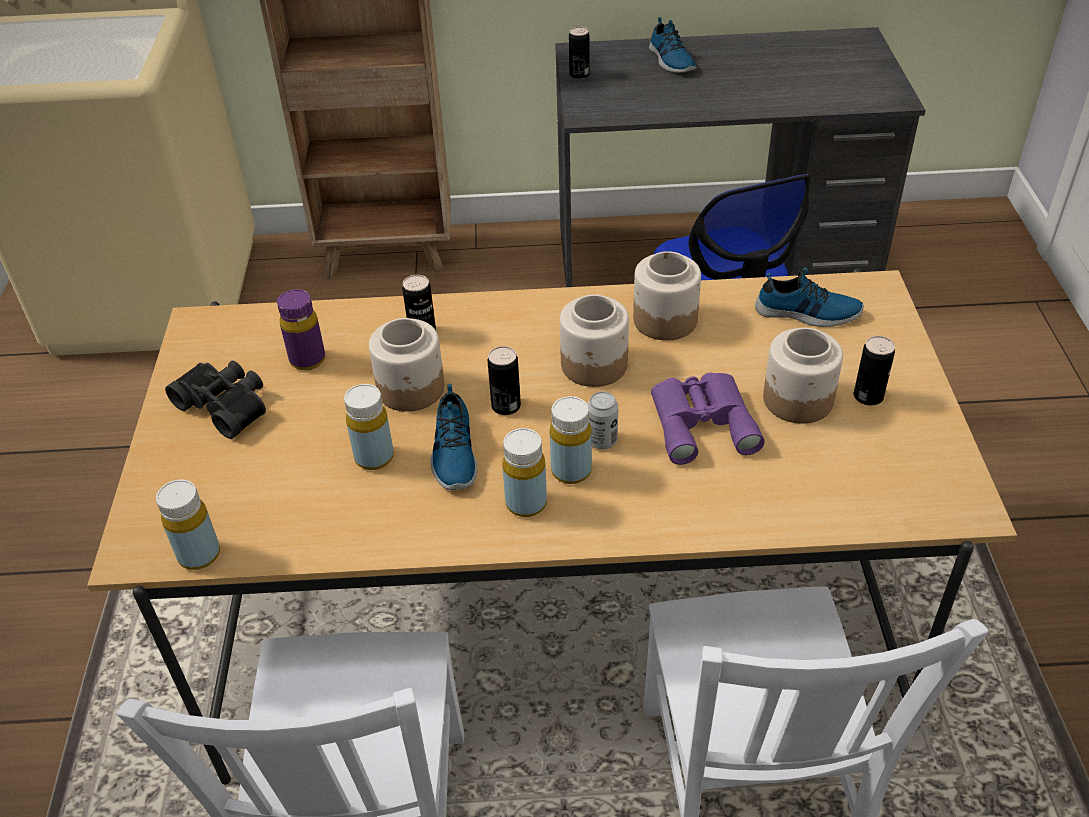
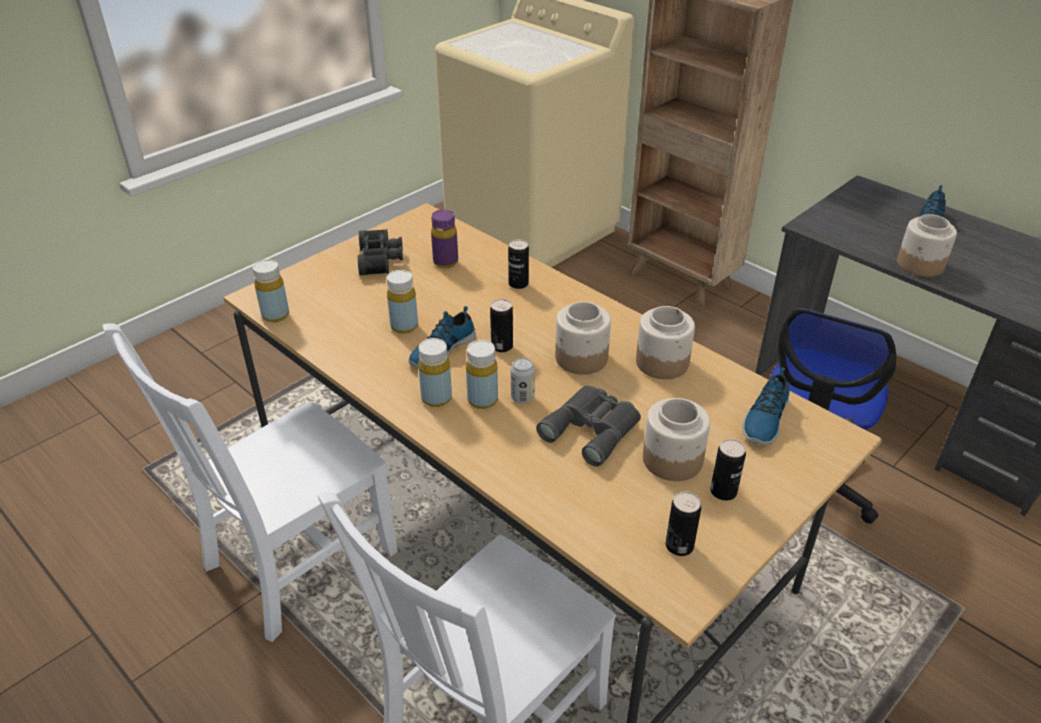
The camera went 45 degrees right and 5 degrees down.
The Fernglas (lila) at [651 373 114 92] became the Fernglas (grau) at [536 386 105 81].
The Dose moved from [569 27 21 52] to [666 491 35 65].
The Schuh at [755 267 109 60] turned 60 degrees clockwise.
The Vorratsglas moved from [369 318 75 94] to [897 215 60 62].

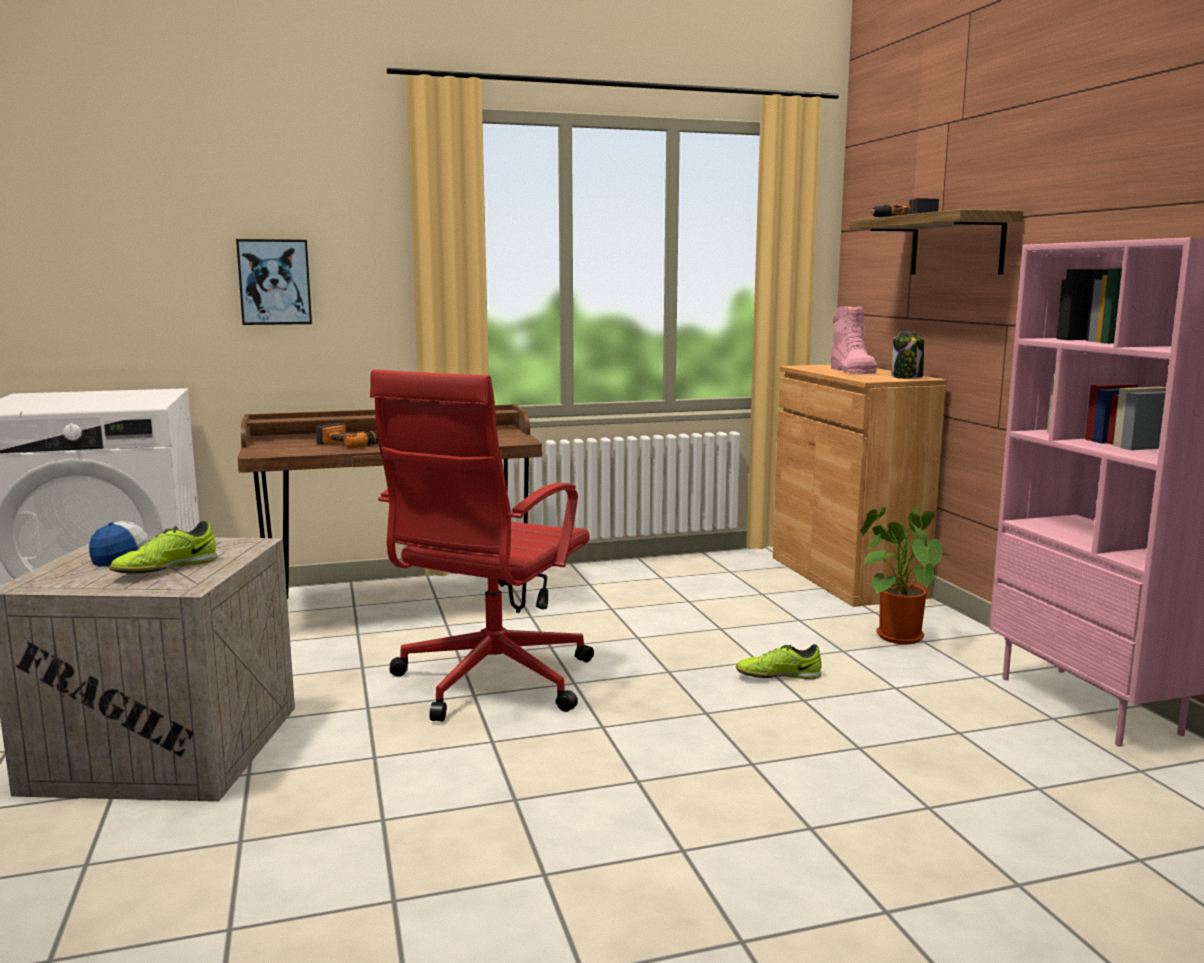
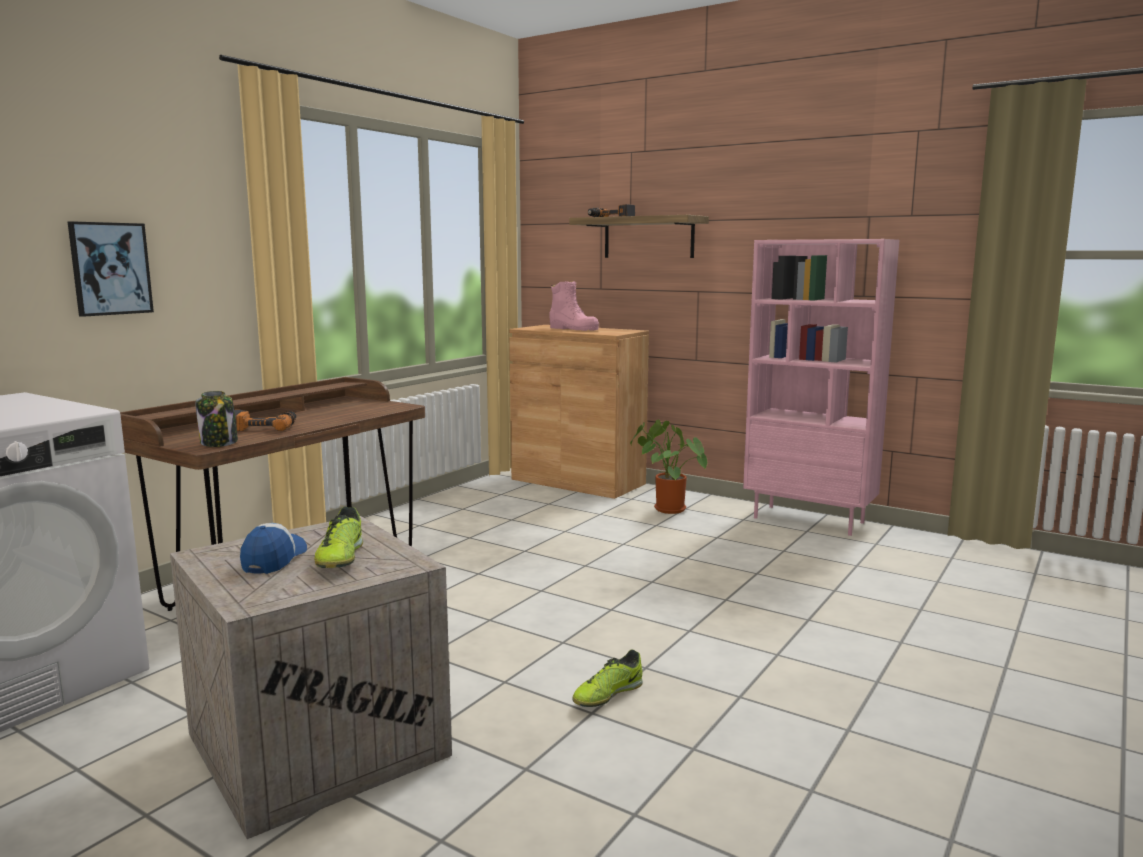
The camera went 40 degrees left and 0 degrees up.
The Vorratsglas moved from [892 331 32 48] to [196 391 42 56].
The Schuh moved from [736 644 86 36] to [572 650 71 57].
The Bürostuhl (rot) at [370 370 224 352] disappeared.

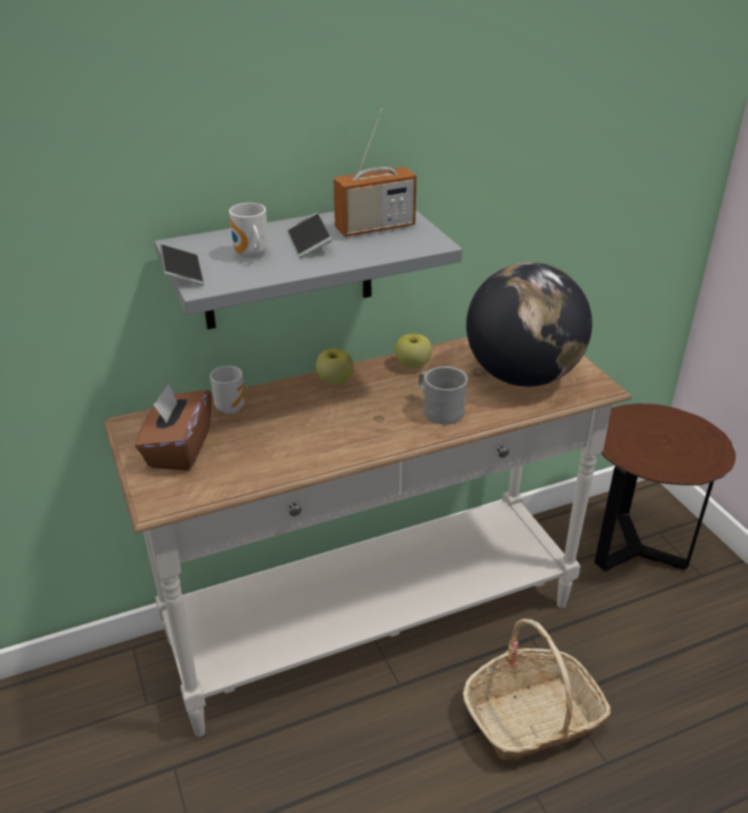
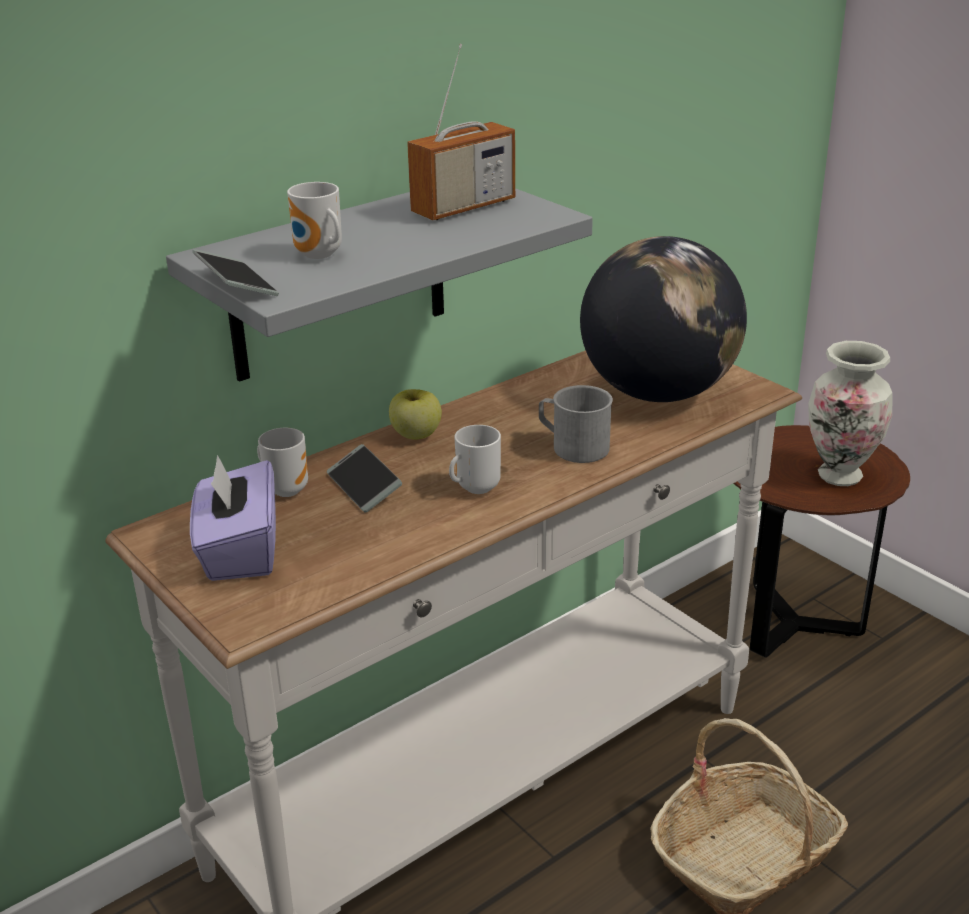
The camera went 15 degrees left and 5 degrees down.
The Taschentuchbox (braun) at [135 383 76 88] became the Taschentuchbox (lila) at [190 455 86 126].
The Handy moved from [287 212 45 46] to [327 444 75 69].
The Henkelbecher at [449 425 52 69] appeared.
The Vase at [808 341 84 145] appeared.
The Apfel at [395 334 37 35] disappeared.

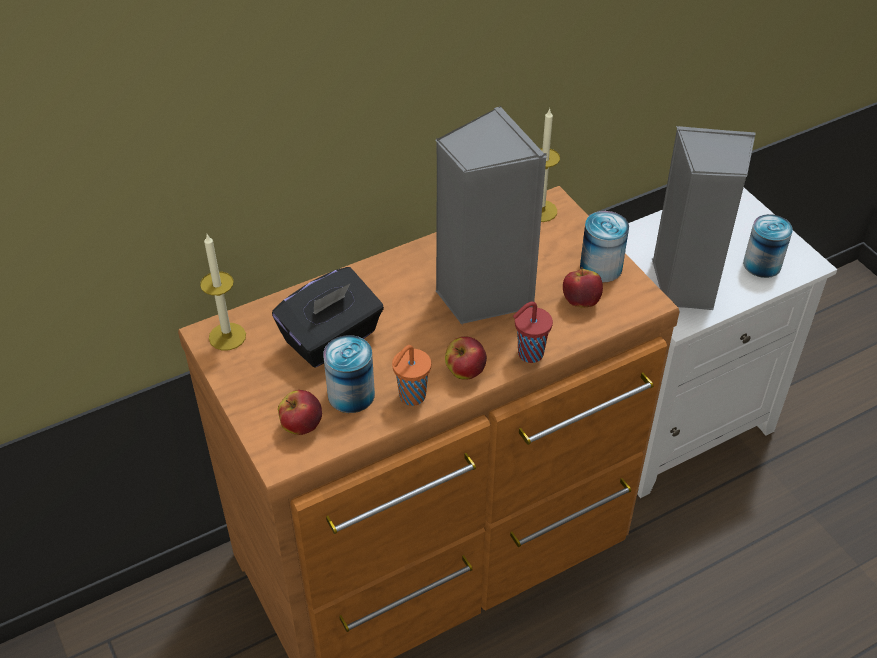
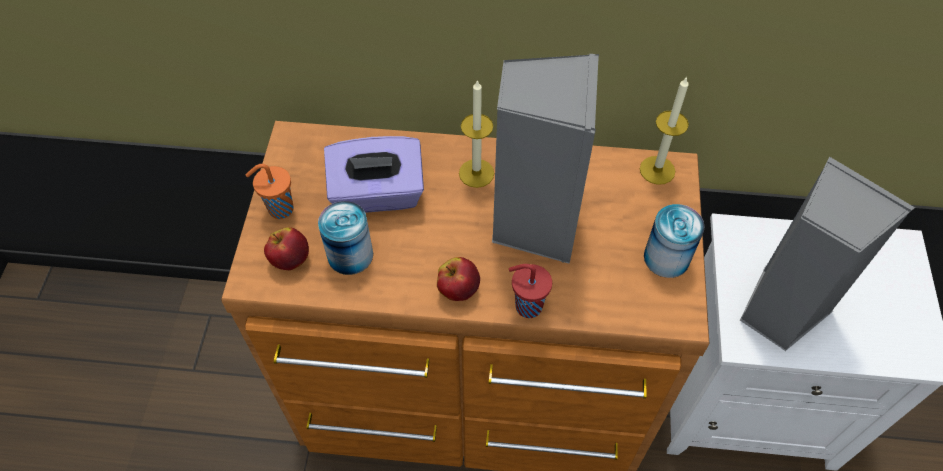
The camera went 35 degrees right and 10 degrees up.
The Tasse (orange) moved from [392 345 39 61] to [246 164 48 55].
The Taschentuchbox (schwarz) at [272 267 112 100] became the Taschentuchbox (lila) at [324 136 100 77].
The Kerze moved from [200 234 46 116] to [459 80 35 108].
The Apfel at [563 267 40 41] disappeared.
The Dose at [743 214 50 64] disappeared.

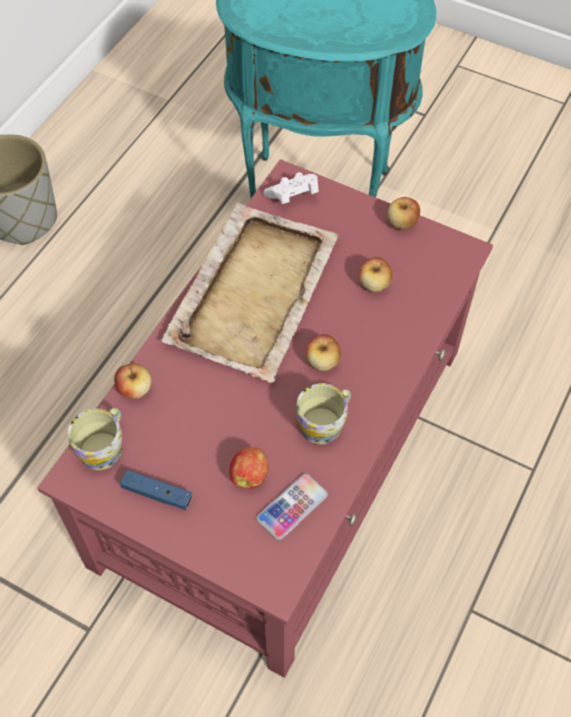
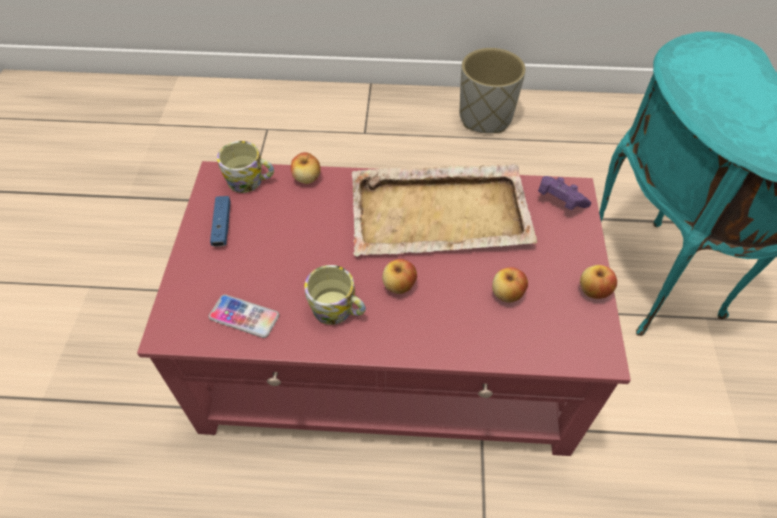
The camera went 65 degrees right and 5 degrees down.
The Gamepad (weiß) at [263 172 56 32] became the Gamepad (lila) at [538 176 53 34].
The Apfel at [229 447 39 42] disappeared.

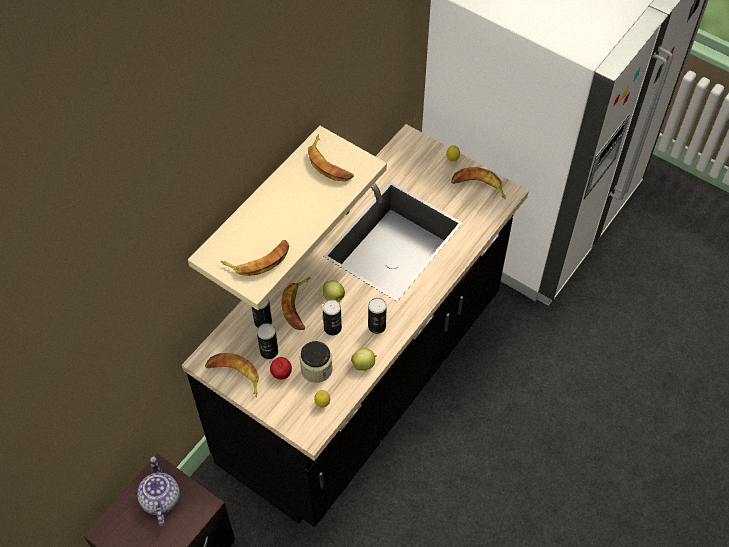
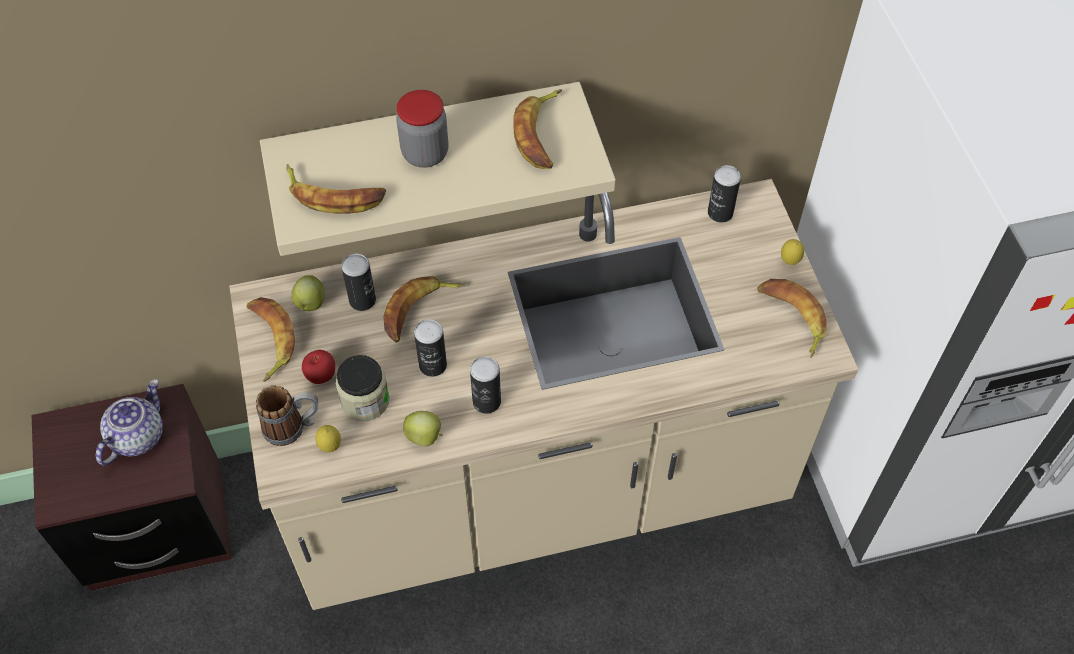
The camera went 40 degrees right and 0 degrees up.
The Küchenzeile (schwarz) at [182 124 347 403] became the Küchenzeile (beige) at [229 179 629 431].
The Henkelbecher at [256 385 62 61] appeared.
The Apfel moved from [322 280 23 22] to [291 275 34 36].
The Vorratsglas at [396 90 53 78] appeared.
The Dose moved from [257 323 21 36] to [708 165 33 58].

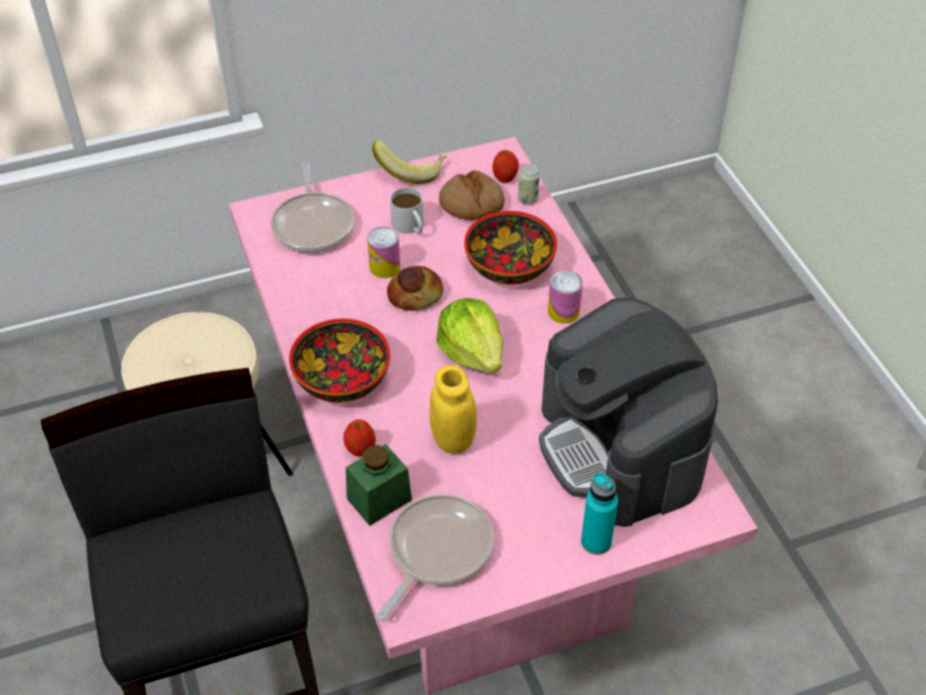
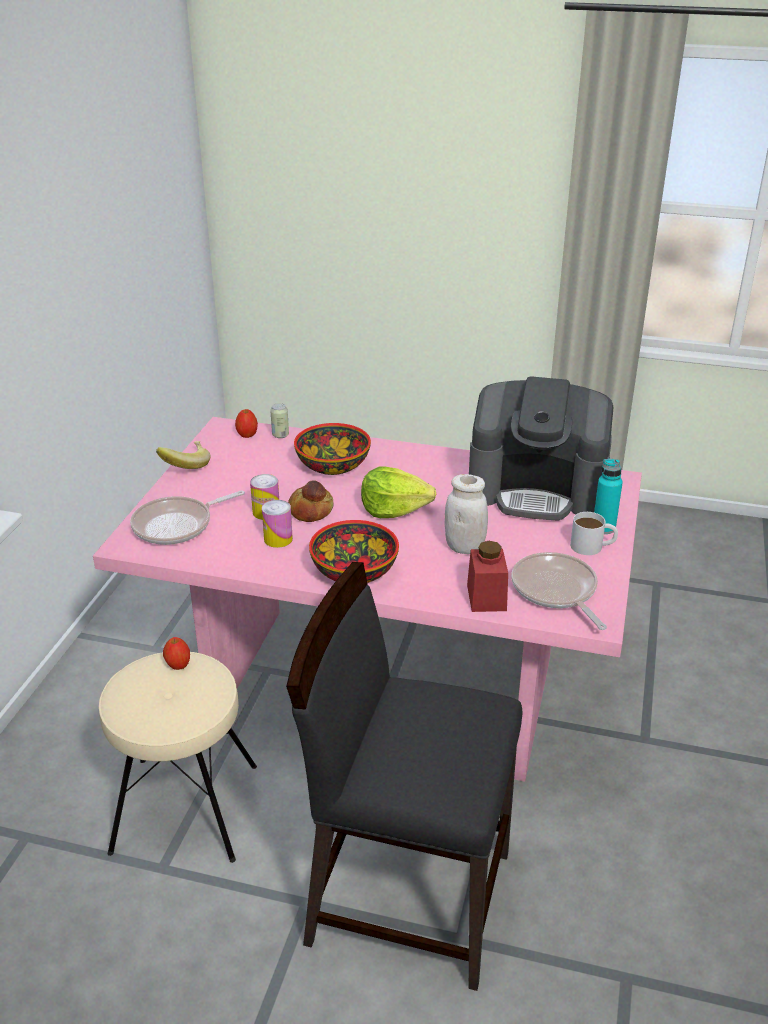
The camera went 55 degrees left and 15 degrees down.
The Pfanne at [270 162 84 91] turned 120 degrees clockwise.
The Apfel moved from [343 419 33 37] to [163 637 27 33].
The Dose moved from [548 270 35 54] to [262 500 31 48].
The Vorratsglas (gelb) at [429 365 48 89] became the Vorratsglas (weiß) at [445 474 43 80].
The Vorratsglas (grün) at [346 444 66 82] became the Vorratsglas (rot) at [467 541 41 71].
The Henkelbecher (weiß) moved from [390 187 34 47] to [570 512 48 43].
The Brot at [439 171 66 49] disappeared.

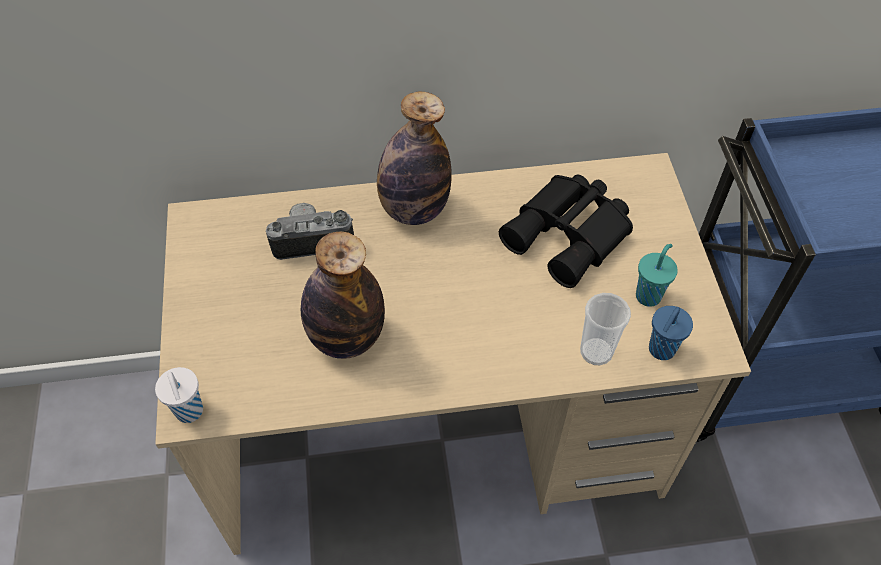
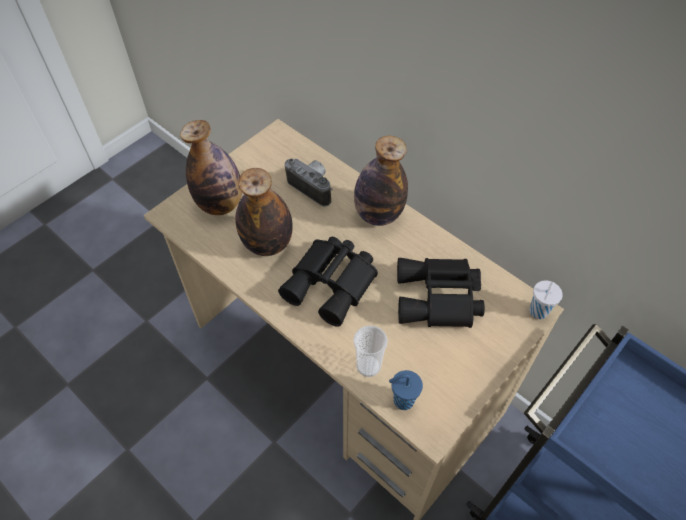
The camera went 50 degrees right and 0 degrees up.
The Flasche at [180 120 62 95] appeared.
The Fernglas (schwarz) at [278 237 100 90] appeared.
The Tasse (weiß) moved from [155 367 48 56] to [529 281 34 38].
The Tasse (türkis) at [636 244 42 63] disappeared.

